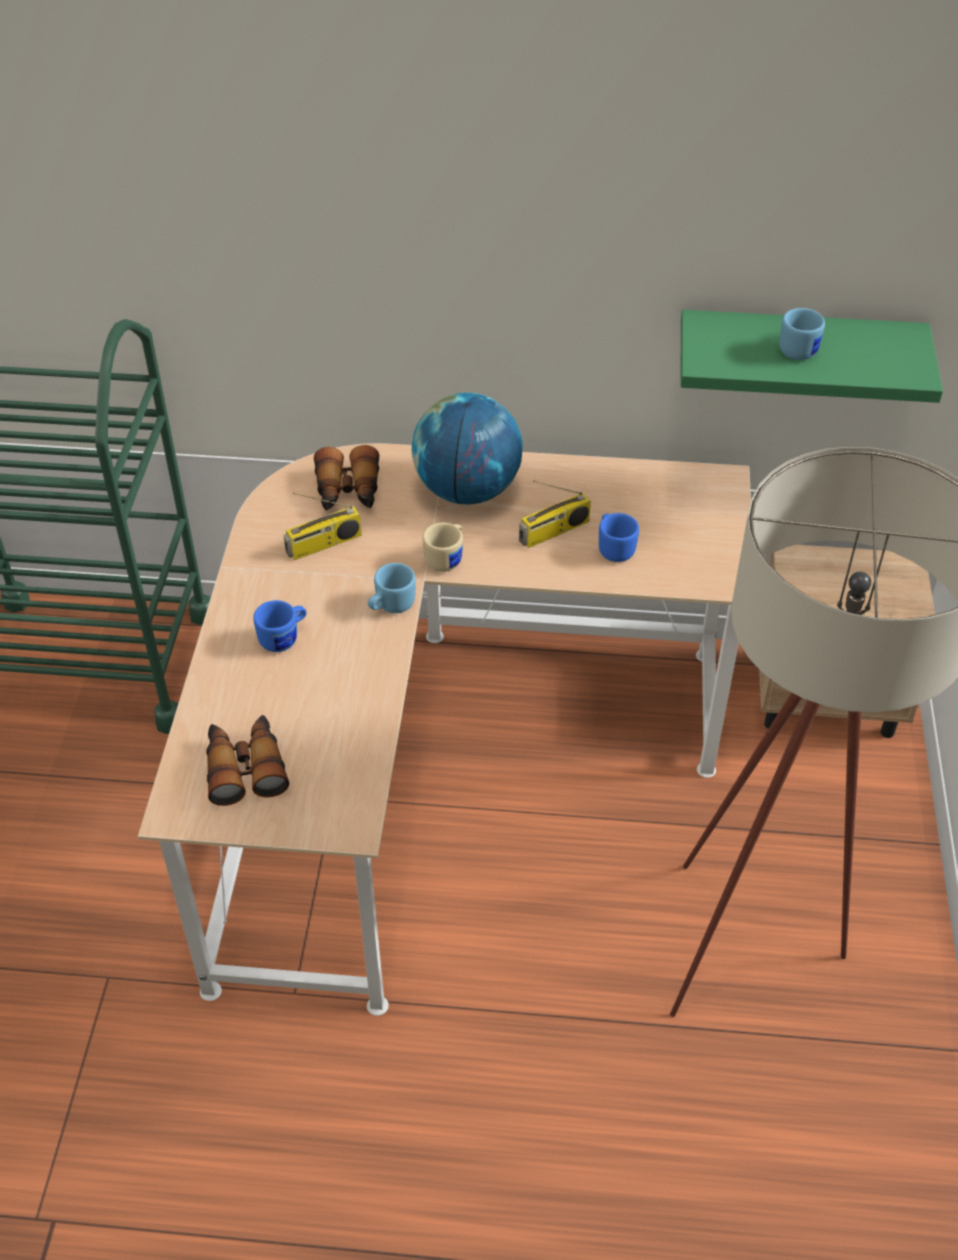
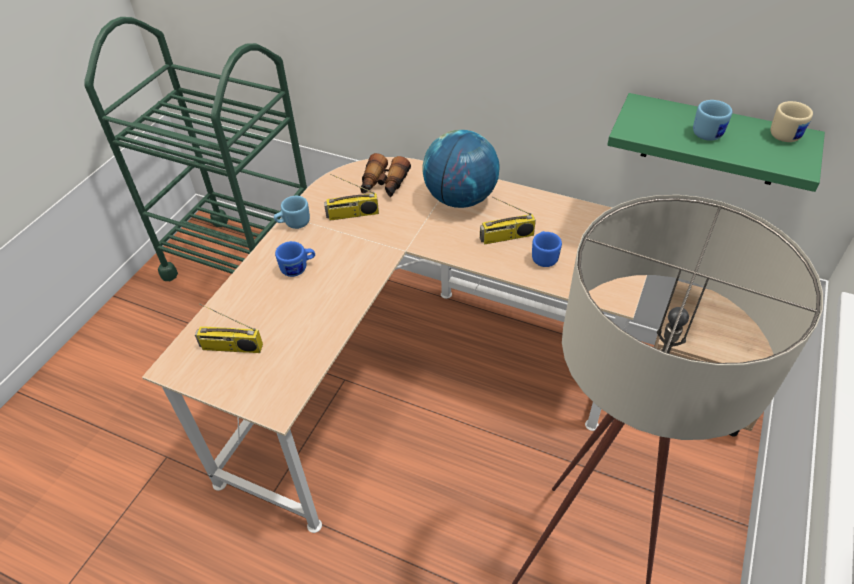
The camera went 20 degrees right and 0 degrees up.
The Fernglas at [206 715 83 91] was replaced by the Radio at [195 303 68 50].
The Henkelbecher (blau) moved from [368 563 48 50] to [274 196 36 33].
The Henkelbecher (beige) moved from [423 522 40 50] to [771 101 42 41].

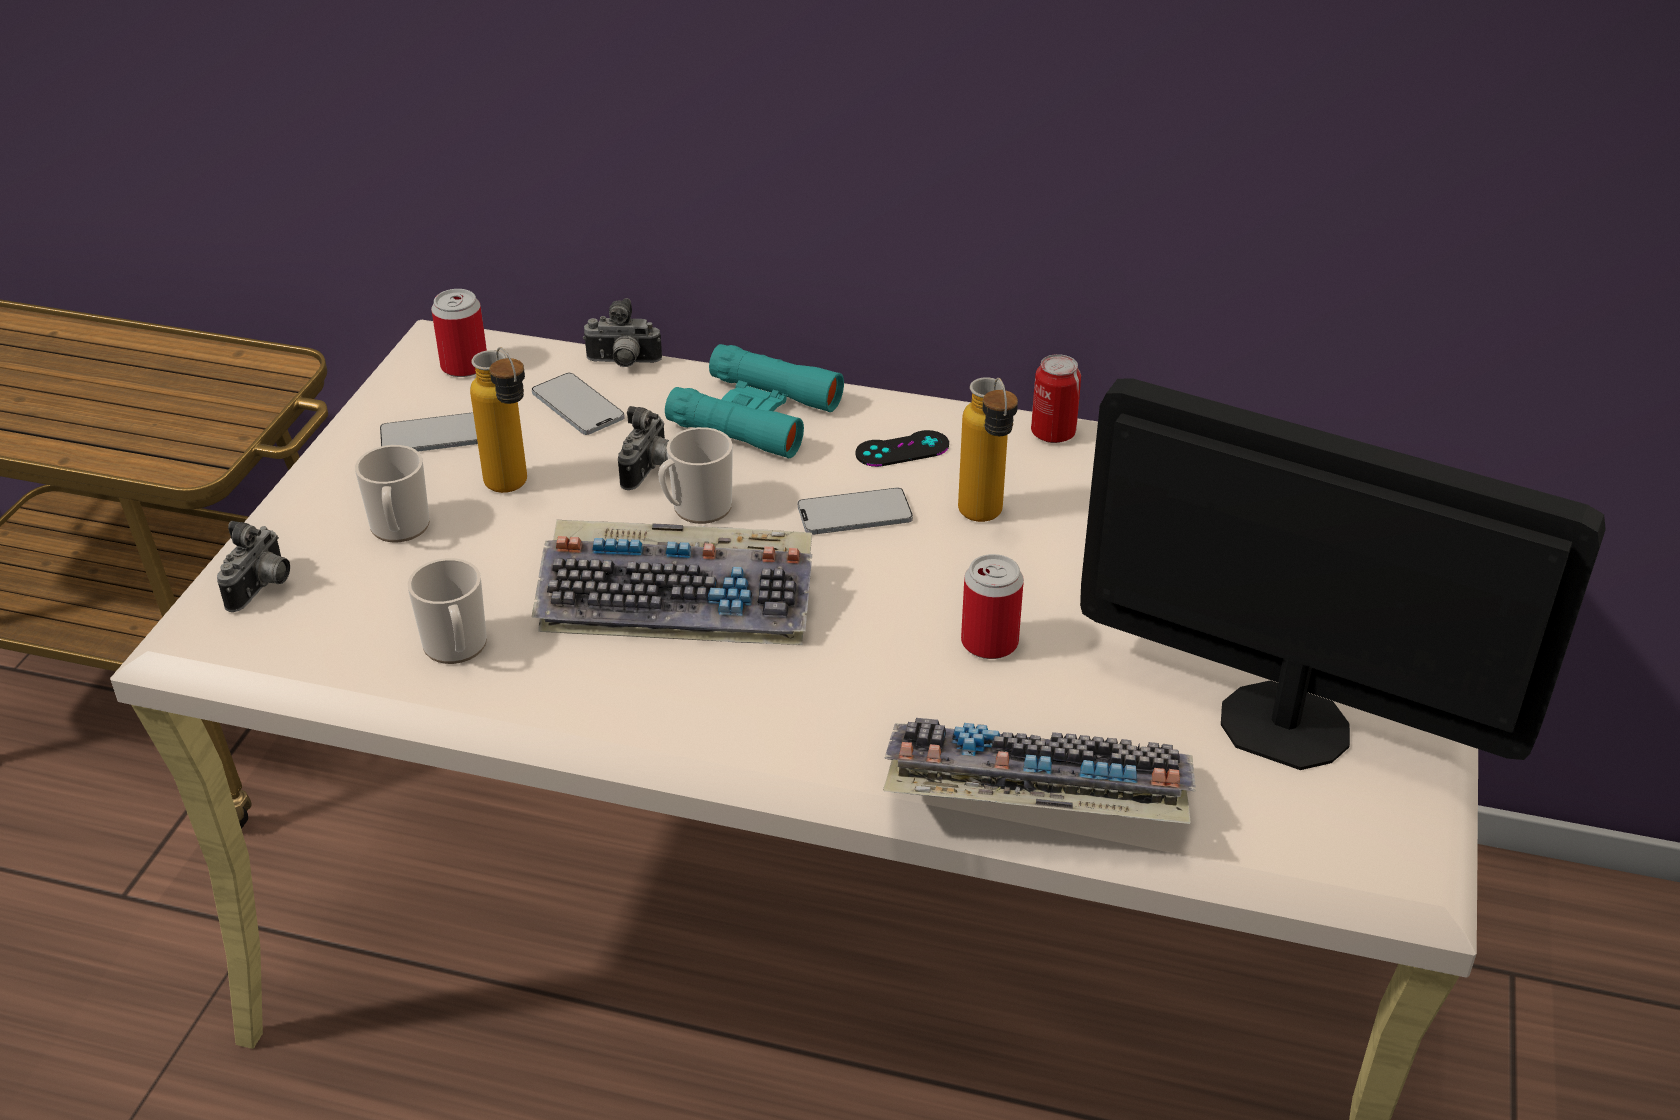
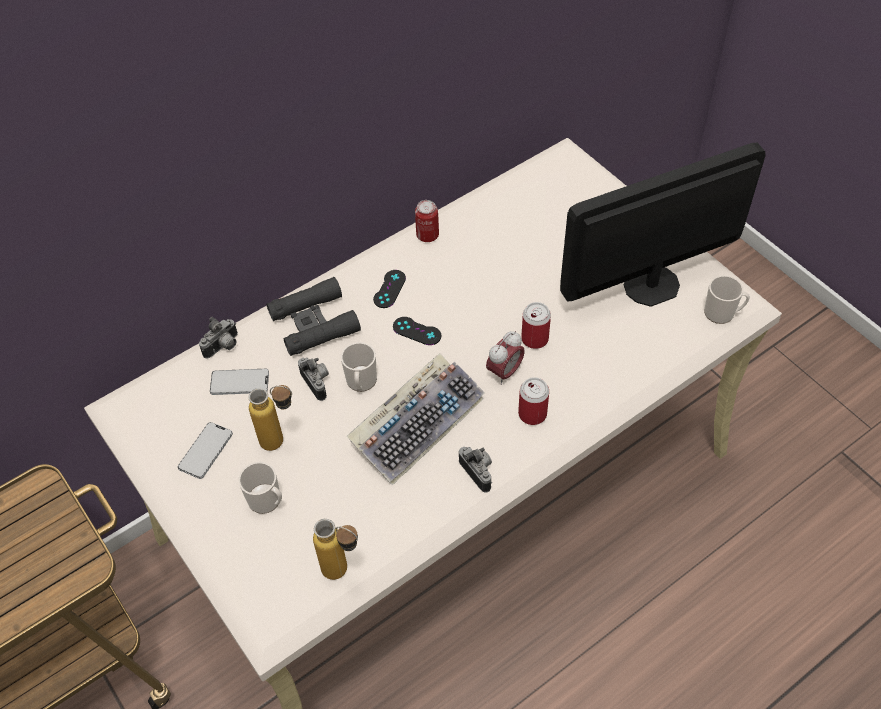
The camera went 50 degrees left and 15 degrees up.
The Fernglas (türkis) at [665 344 179 114] became the Fernglas (schwarz) at [266 277 95 79].
The Flasche moved from [958 377 60 145] to [313 519 45 61].
The Handy at [798 488 115 47] was replaced by the Gamepad (schwarz) at [393 317 48 28].
The Kamera moved from [217 521 73 91] to [459 447 33 46].
The Wecker at [486 331 39 54] appeared.
The Dose moved from [431 289 56 88] to [518 377 31 48].
The Henkelbecher moved from [408 558 79 106] to [704 275 46 49].
The Tastatur at [883 718 313 106] disappeared.

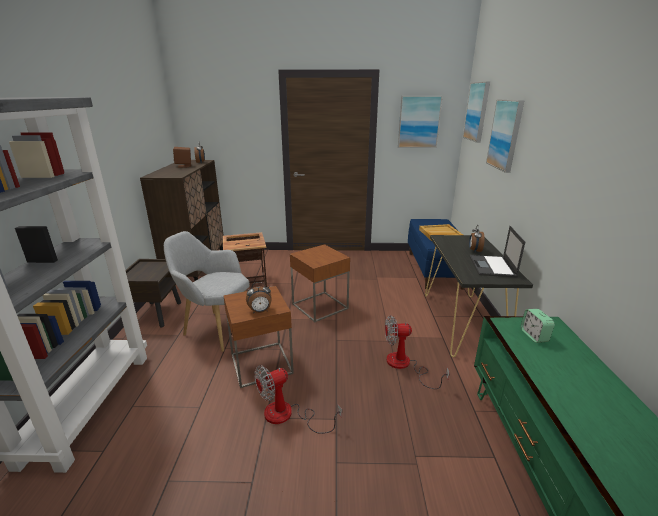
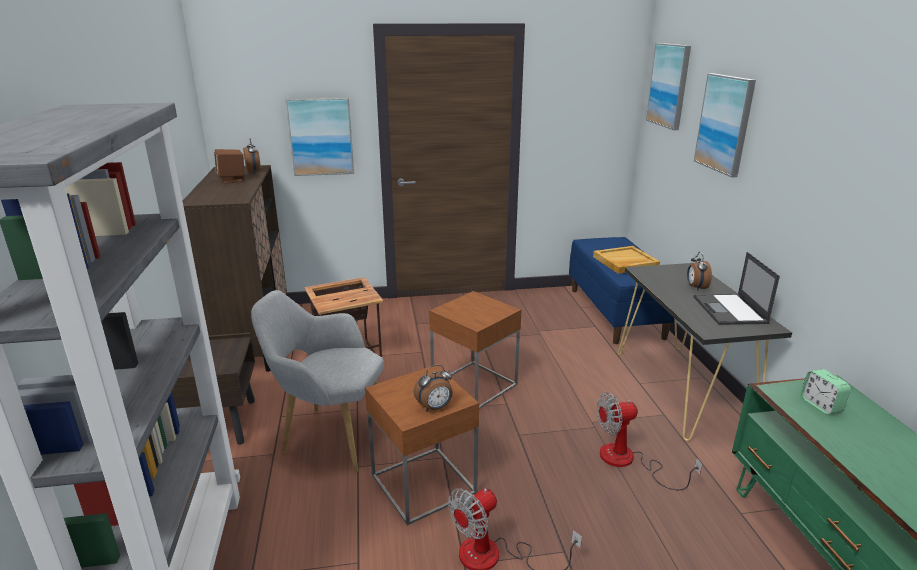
The camera went 10 degrees left and 0 degrees up.
The Bild moved from [398 96 44 52] to [286 98 68 78].

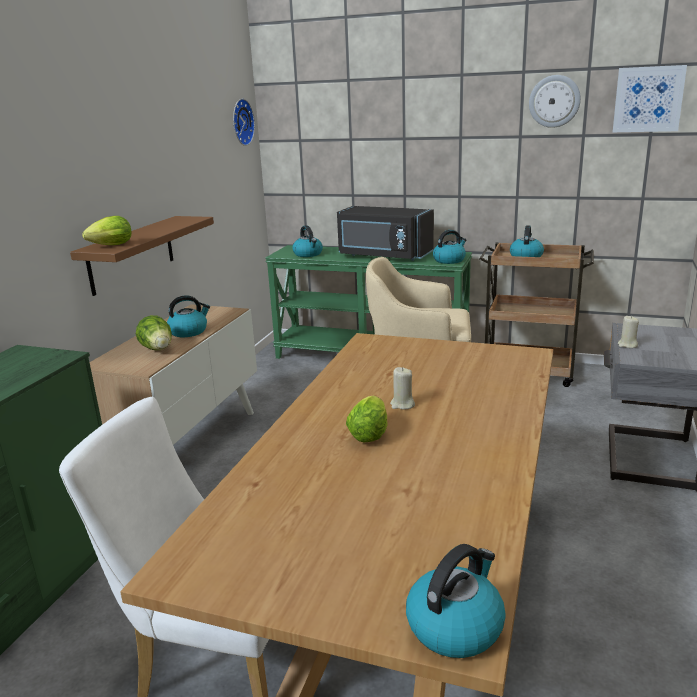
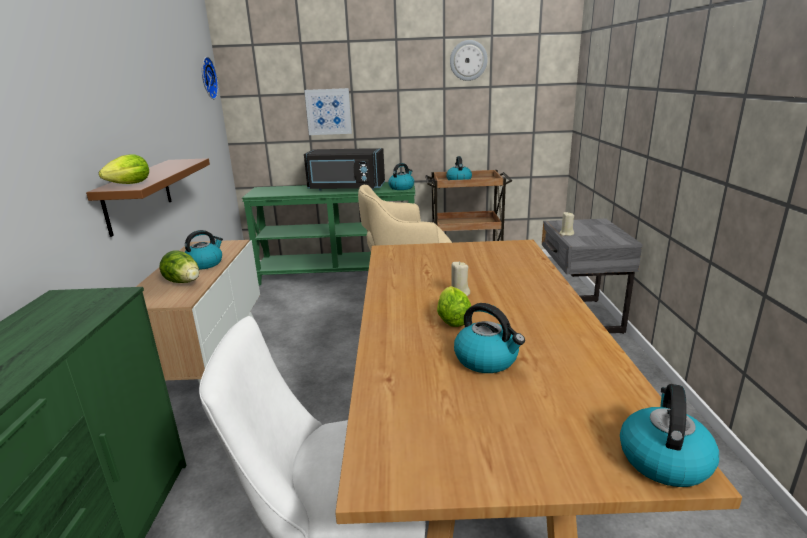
The camera went 20 degrees left and 0 degrees up.
The Bild moved from [613 65 74 67] to [304 88 48 47].
The Wasserkessel moved from [293 225 30 32] to [454 303 71 70].

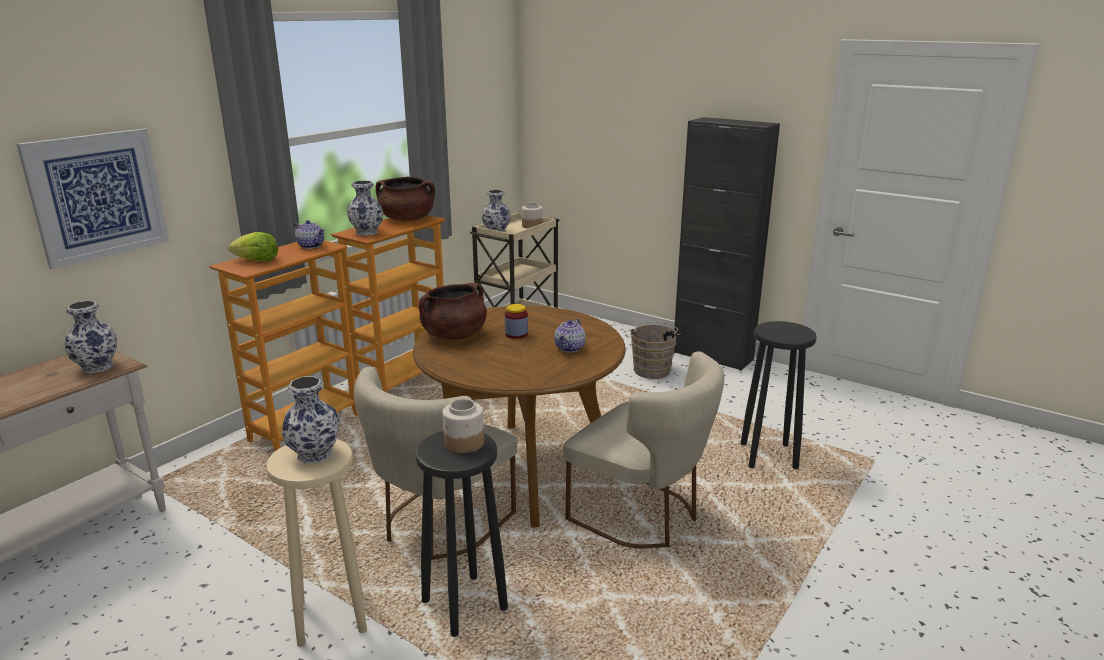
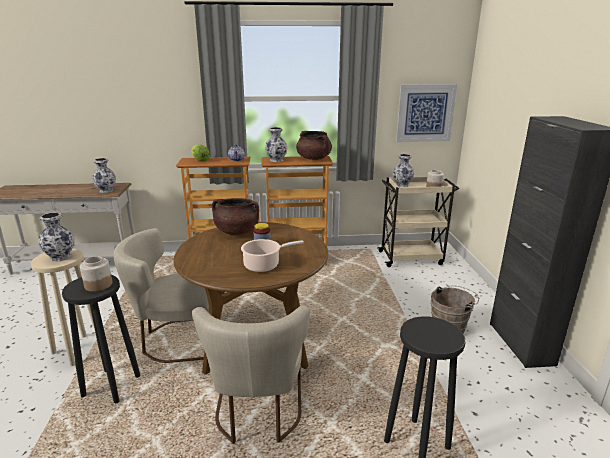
The camera went 50 degrees right and 0 degrees up.
The Teekanne at [554 319 32 33] was replaced by the Kochtopf at [241 239 63 33].
The Bild moved from [17 128 152 141] to [396 84 61 58].

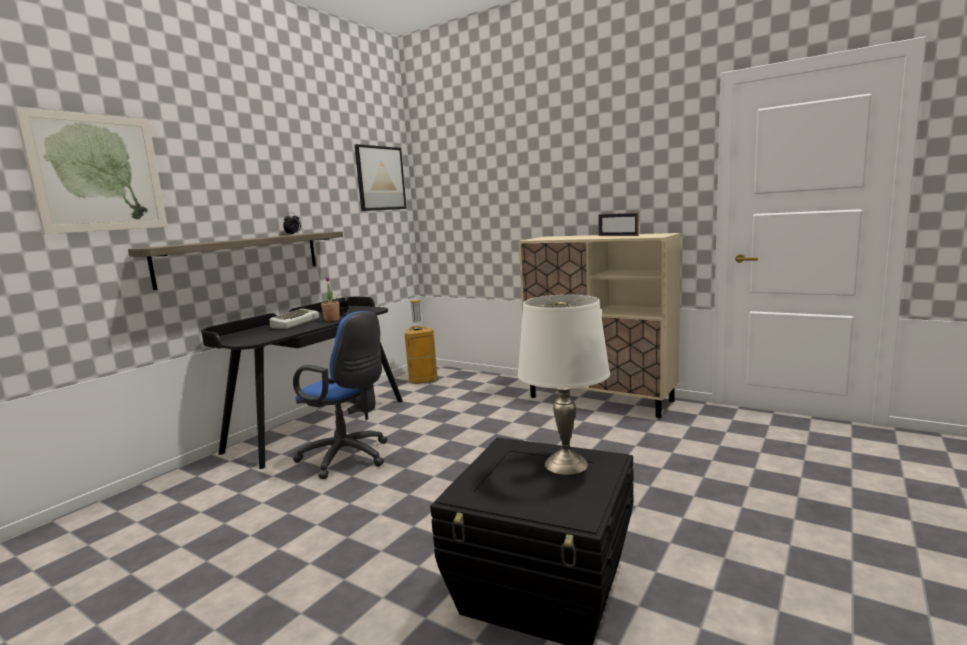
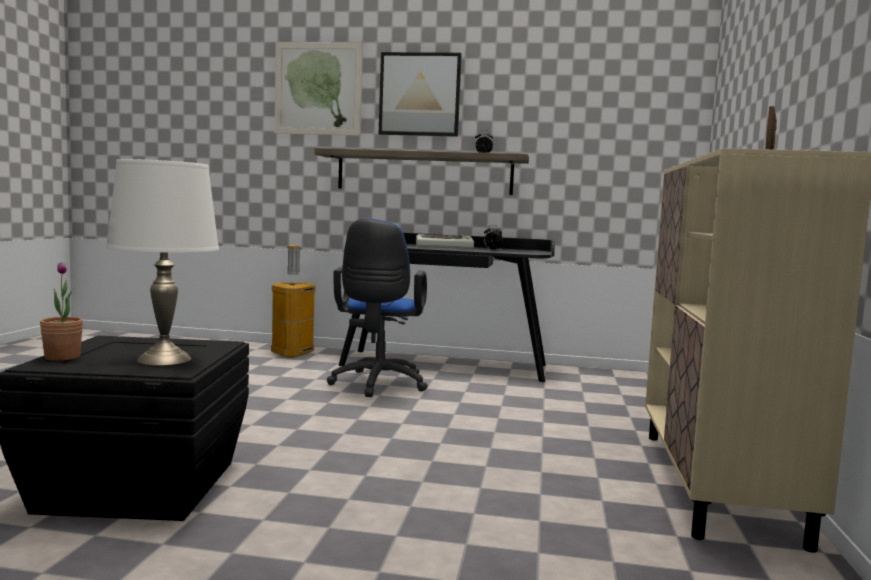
The camera went 65 degrees right and 5 degrees down.
The Topfpflanze moved from [321 276 19 45] to [40 262 43 99].
The Mülleimer moved from [405 299 32 85] to [271 245 45 113].
The Bild moved from [354 144 52 67] to [379 52 83 85].

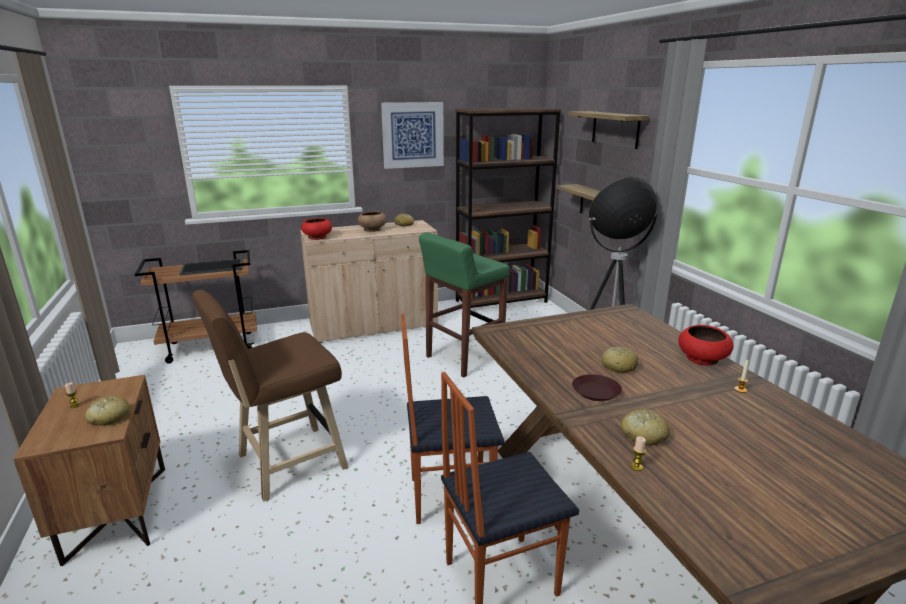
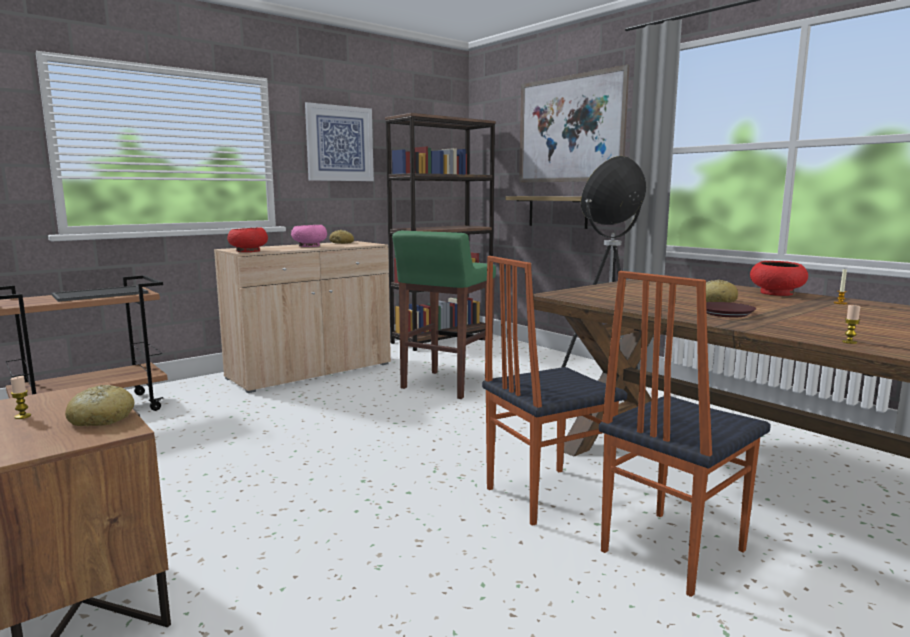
The camera went 20 degrees left and 10 degrees down.
The Schüssel (braun) at [358 211 29 21] became the Schüssel (rosa) at [291 225 36 22].
The Wandregal at [568 111 81 38] was replaced by the Bild at [519 65 110 118].
The Hocker (braun) at [192 290 156 211] disappeared.
The Brot at [621 409 49 37] disappeared.

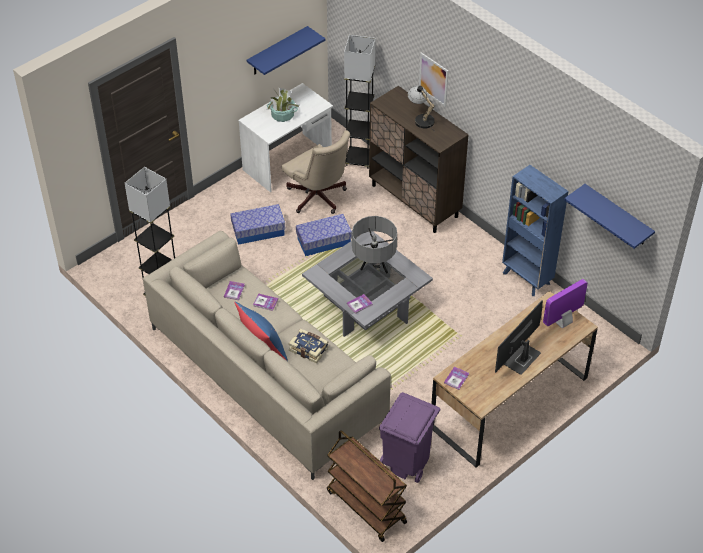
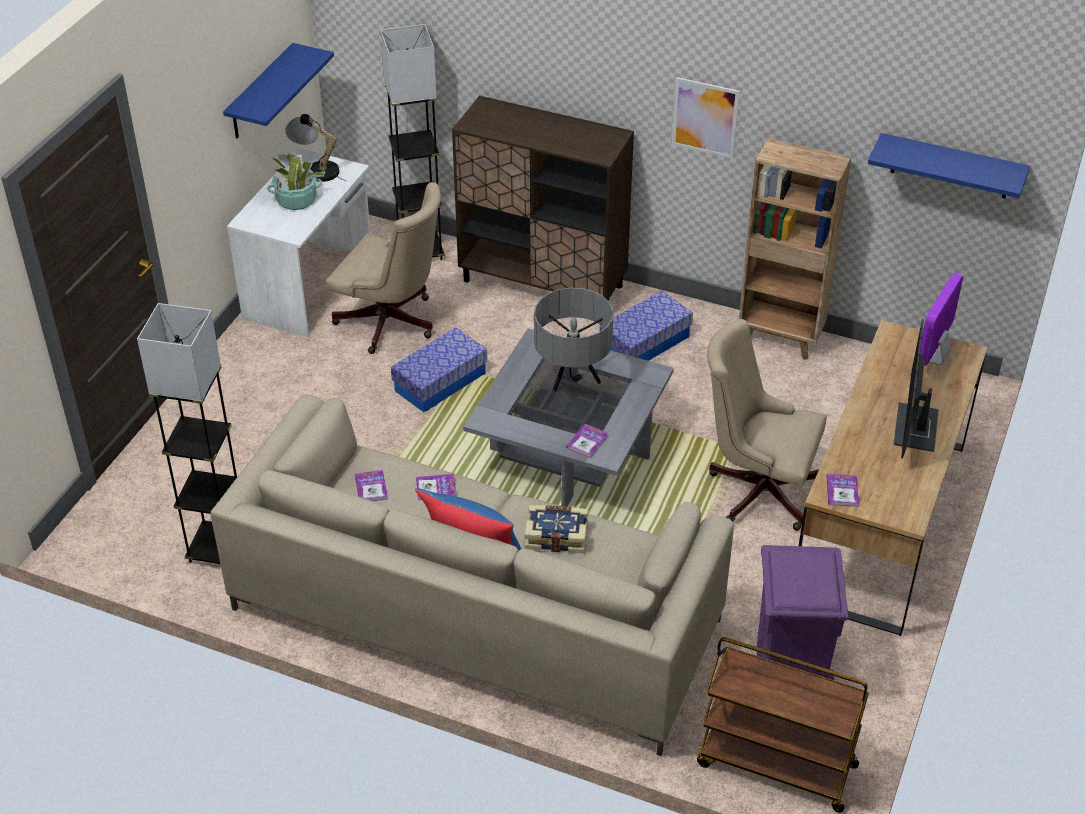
The camera went 25 degrees left and 5 degrees down.
The Tischlampe moved from [408 86 27 46] to [285 114 61 68].
The Aufbewahrungsbox moved from [230 204 55 41] to [599 291 94 70].
The Bild moved from [419 52 30 55] to [672 77 68 82].
The Bürostuhl (beige) at [707 319 120 212] appeared.
The Bücherregal (blau) at [502 165 67 131] became the Bücherregal (braun) at [739 138 112 222].

